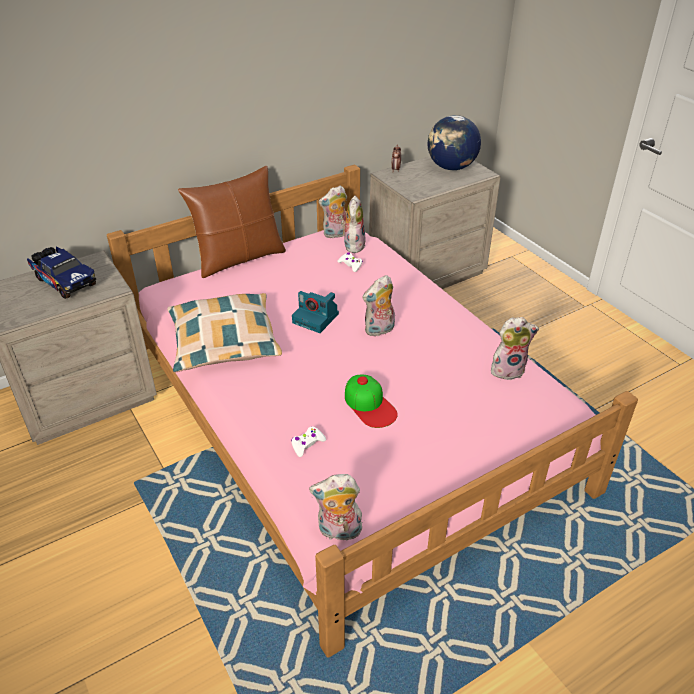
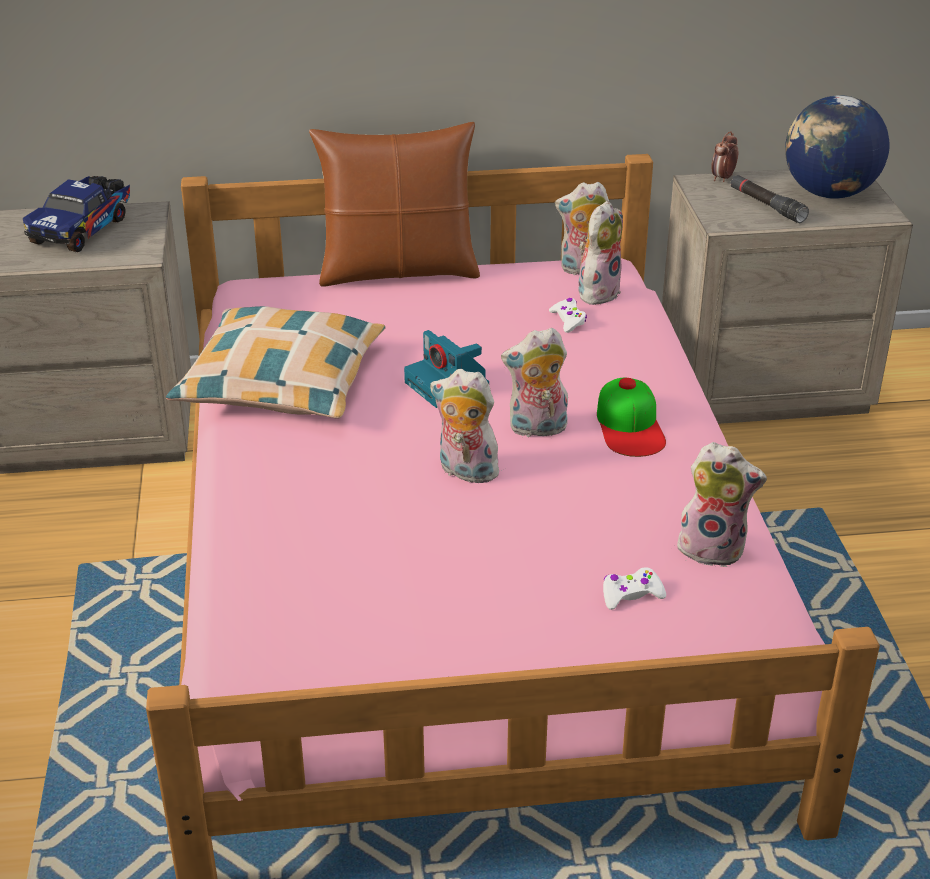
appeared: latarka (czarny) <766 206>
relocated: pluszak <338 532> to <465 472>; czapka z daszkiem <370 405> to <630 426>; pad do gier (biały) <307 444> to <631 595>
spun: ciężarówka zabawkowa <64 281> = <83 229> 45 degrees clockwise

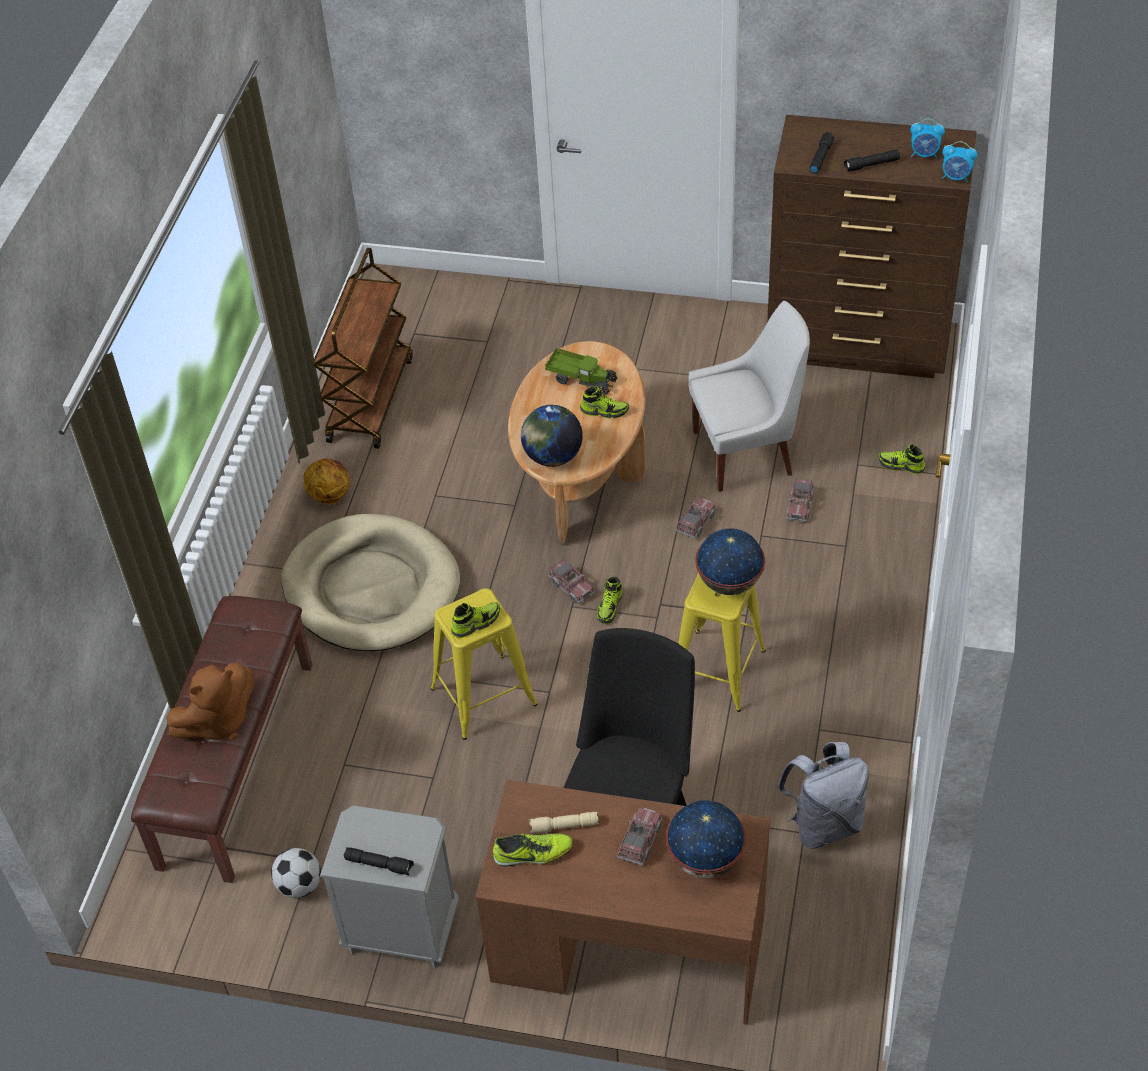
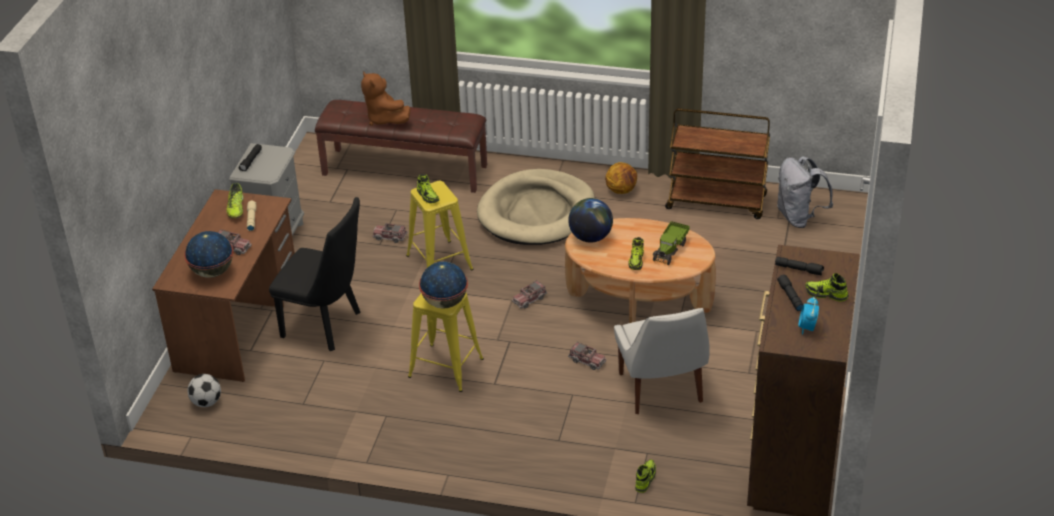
missing: budzik <956 177>
relocated: piłka futbolowa <300 885> to <206 403>; ciężarówka zabawkowa <800 506> to <390 237>; plecak (szary) <823 823> to <799 217>; but <610 607> to <826 294>

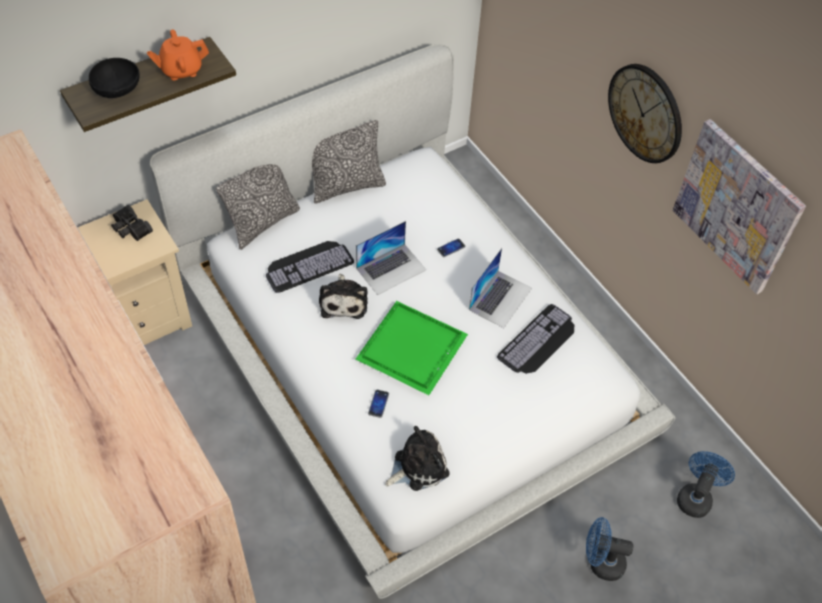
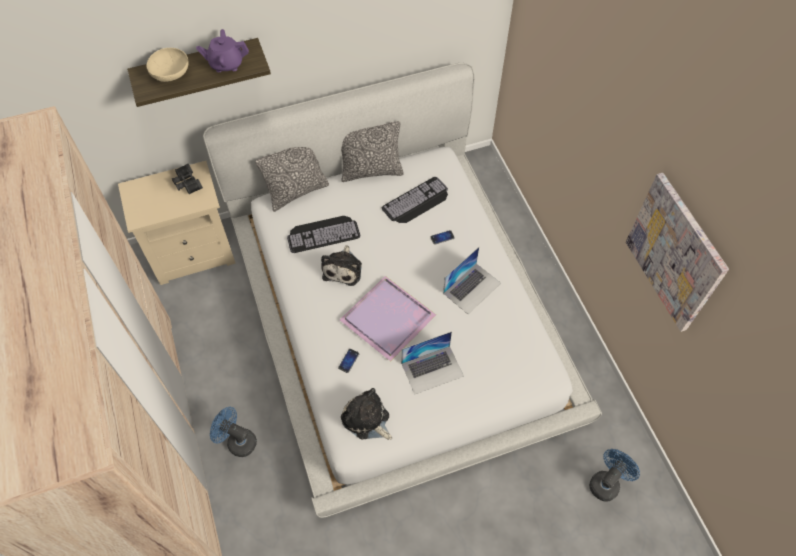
missing: zegar ścienny <645 113>
relocated: wentylator (niebieski) <601 563> to <237 441>; klawiatura <539 342> to <417 202>; laptop <391 269> to <432 369>
colour: miska (czarny) <118 90> to miska (beżowy) <171 75>; imbryk (pomarańczowy) <181 70> to imbryk (fioletowy) <226 64>; taca (zielony) <412 350> to taca (fioletowy) <388 320>
spun: pluszak <417 466> = <367 419> 120 degrees counterclockwise

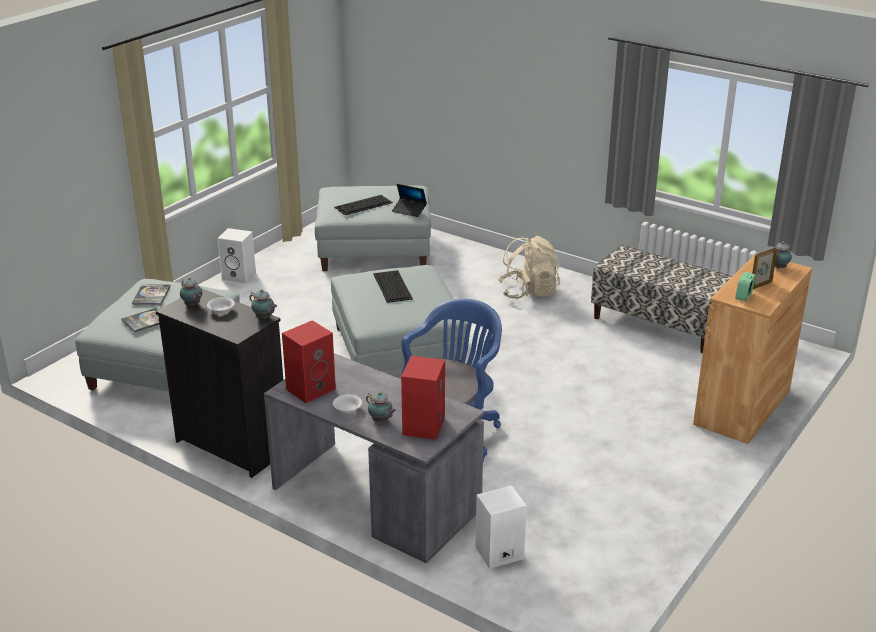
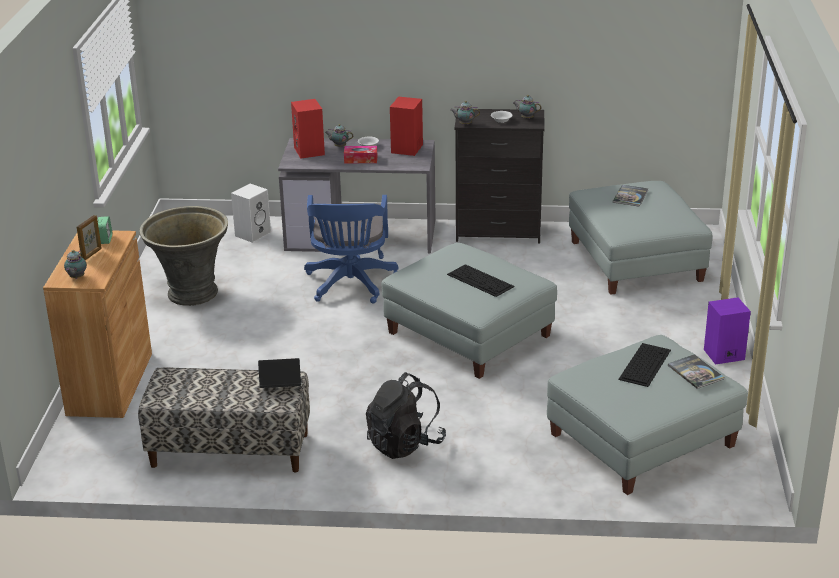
appeared: donica (szary) <191 293>; pudełko chusteczek <360 159>
relocated: laptop <409 210> to <280 387>; książka <151 295> to <695 372>
colour: plecak (beżowy) <528 292> to plecak (czarny) <405 444>; głośnik (biały) <240 276> to głośnik (fioletowy) <723 355>

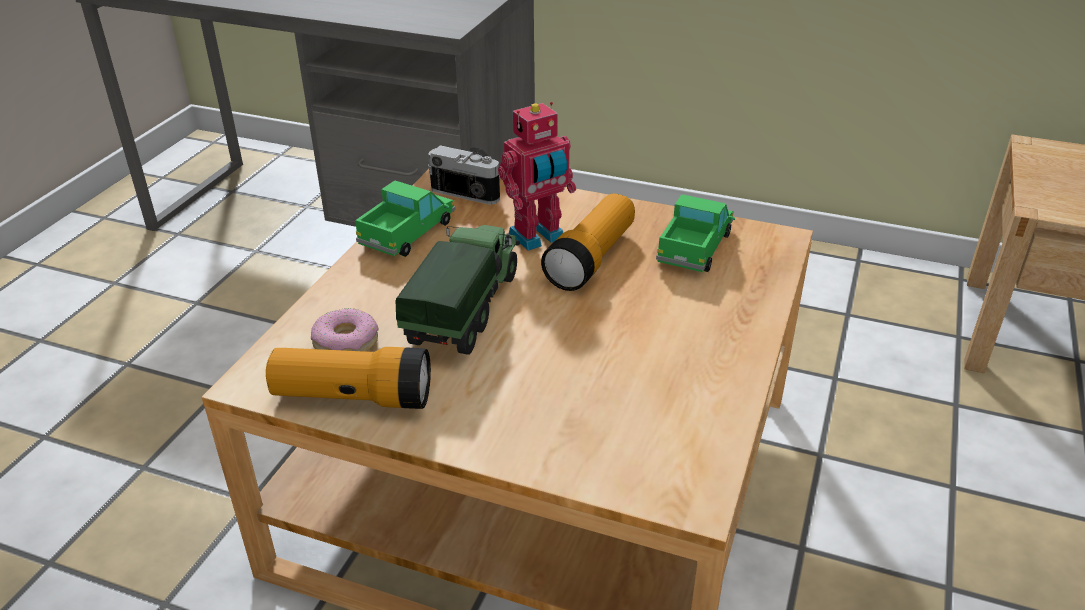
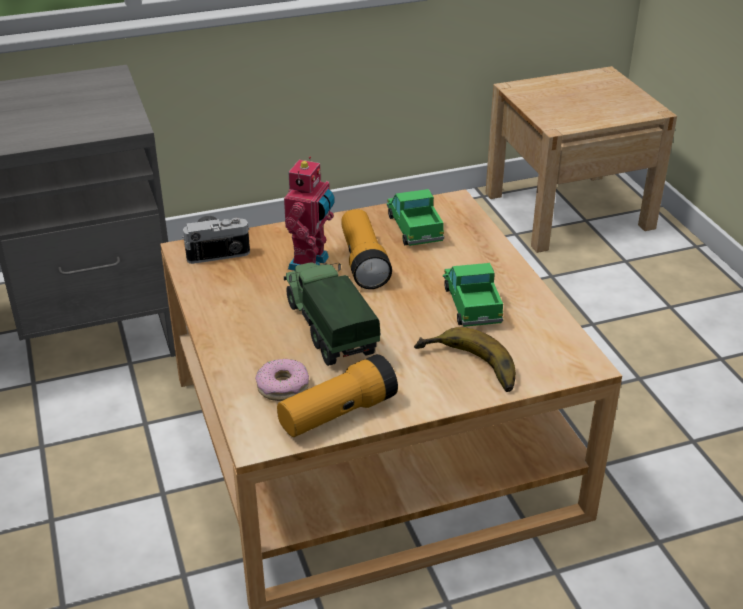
appeared: banan <467 369>
relocated: ciężarówka zabawkowa <408 233> to <471 304>

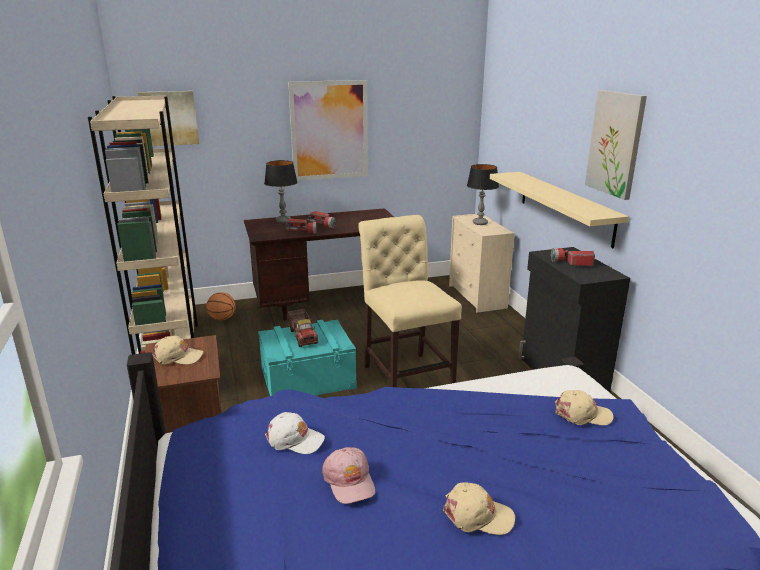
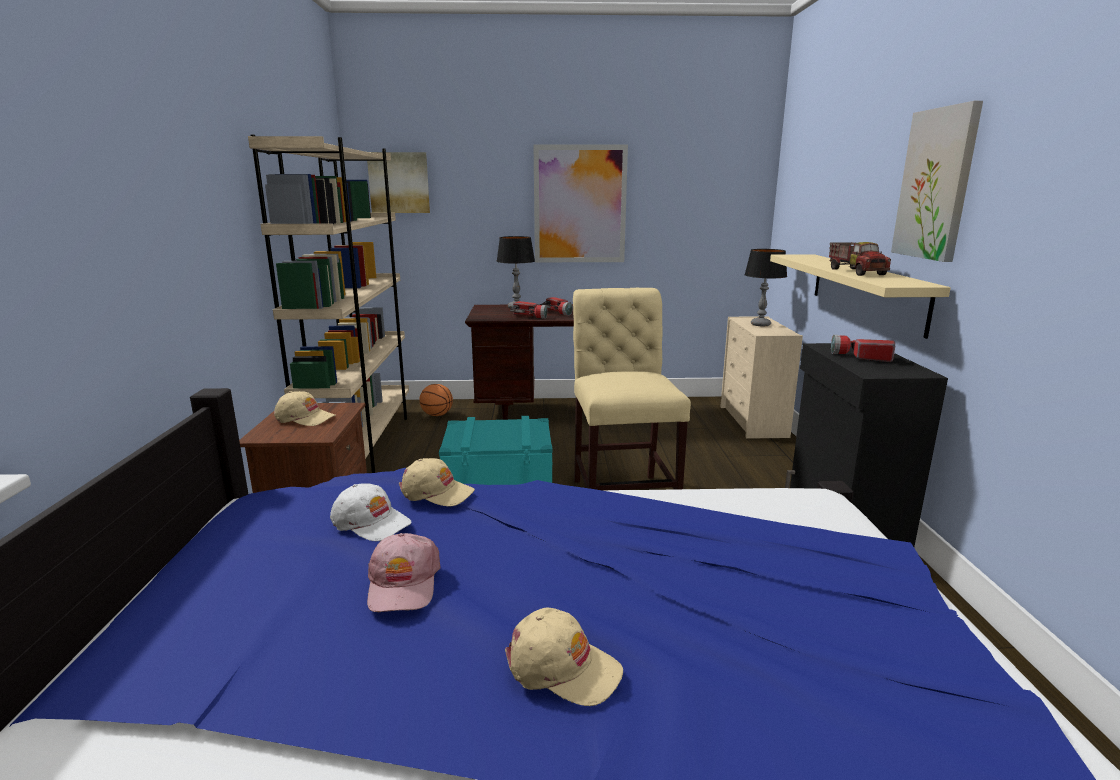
relocated: czapka z daszkiem (beżowy) <582 414> to <436 492>; ciężarówka zabawkowa <303 336> to <856 272>

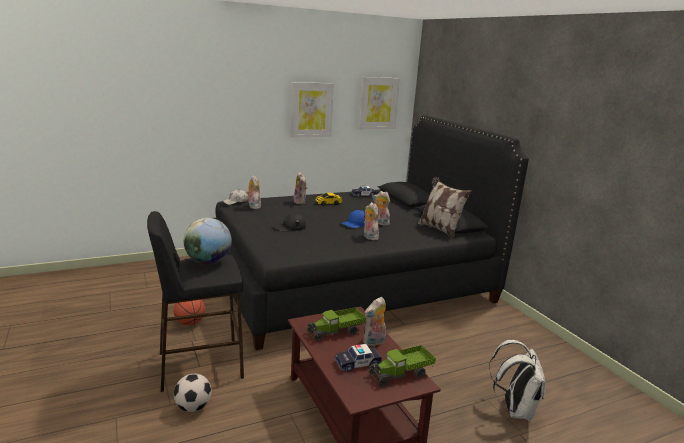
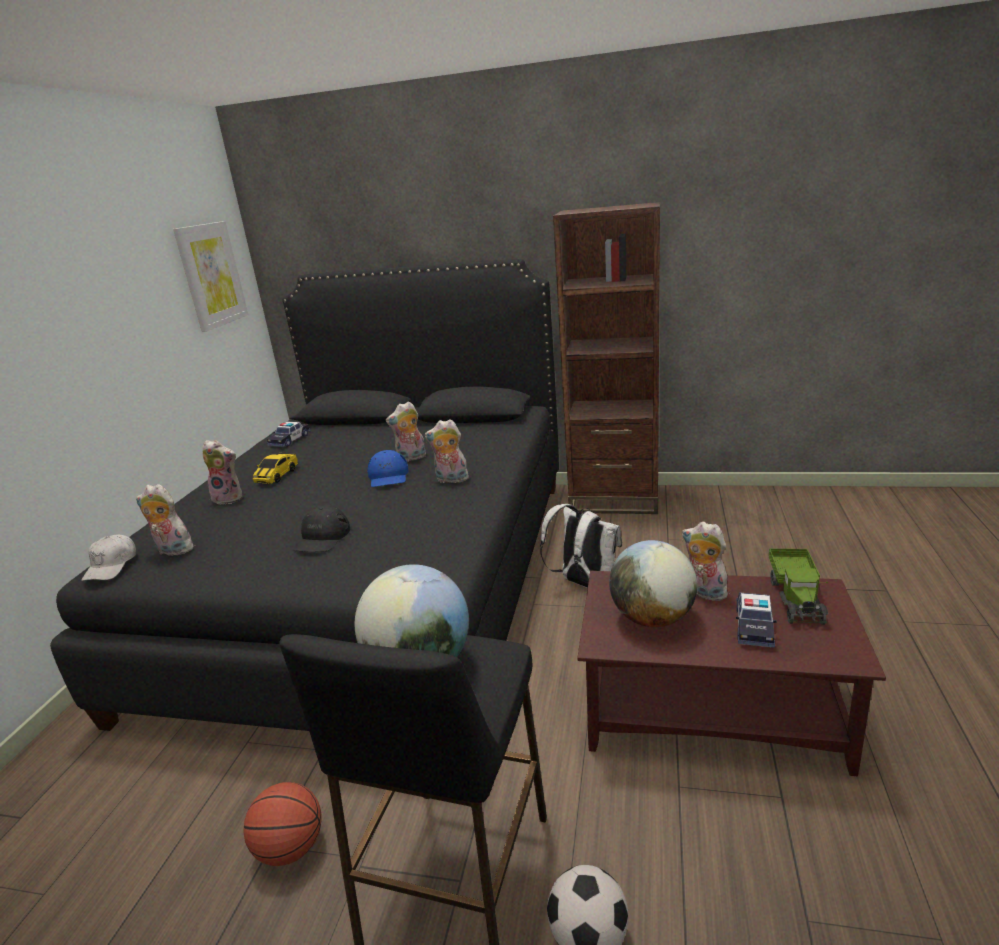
missing: obraz <311 110>; poduszka <439 229>
appeared: regał (brązowy) <614 499>
relocated: plecak (biały) <514 409> to <584 583>
exchanged: ciężarówka zabawkowa <336 332> to globus <652 618>
spun: pluszak <374 342> = <703 592> 135 degrees clockwise

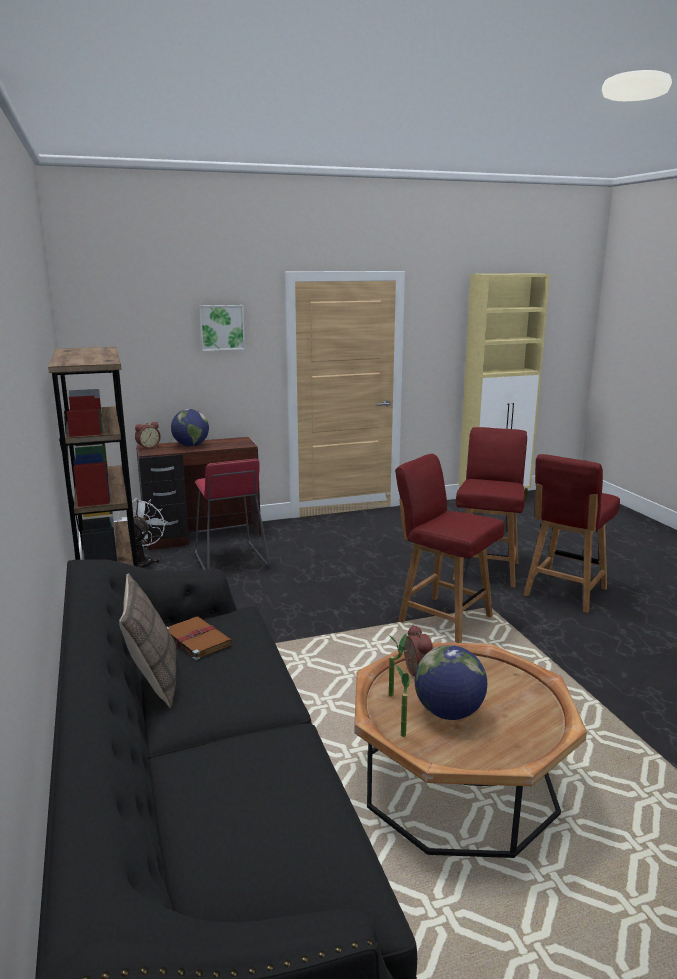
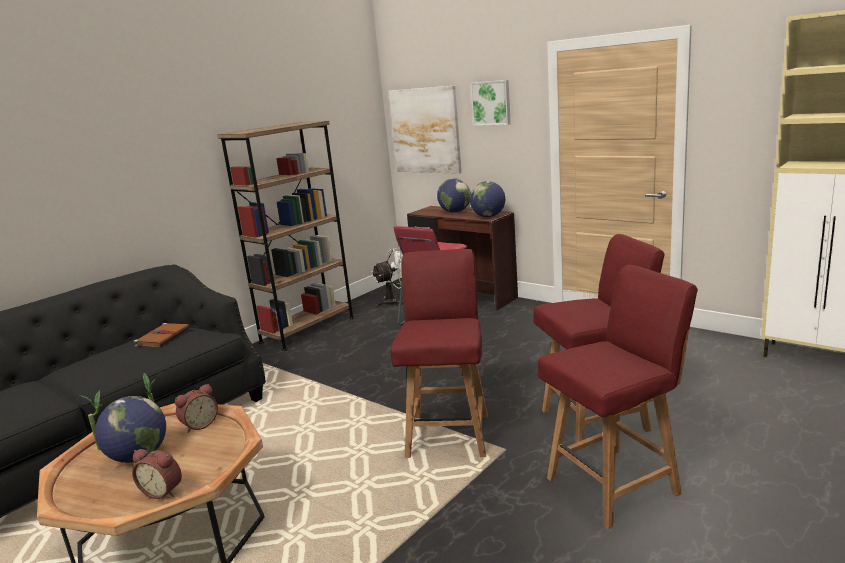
missing: poduszka <153 680>
appeared: obraz <425 130>; globus <488 216>
relocated: budzik <148 447> to <163 490>
spun: krzesło (czerwony) <564 592> = <615 485> 150 degrees clockwise

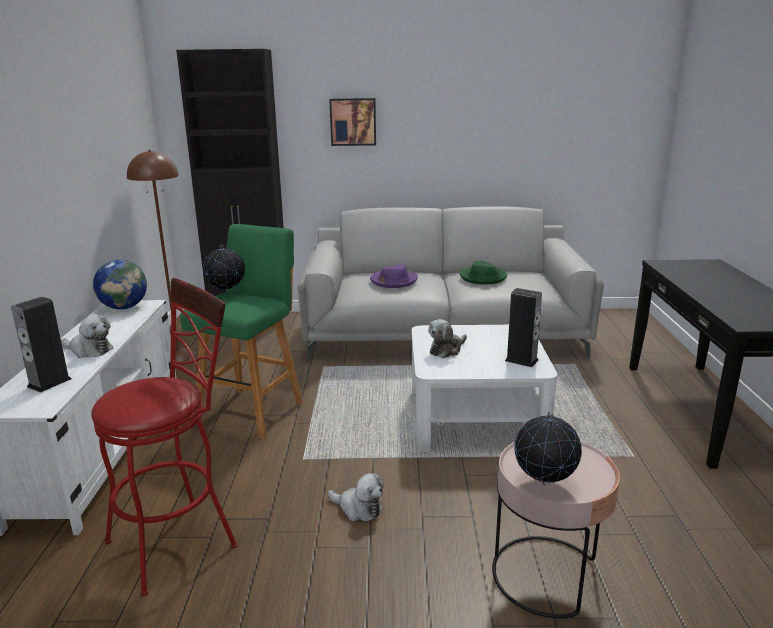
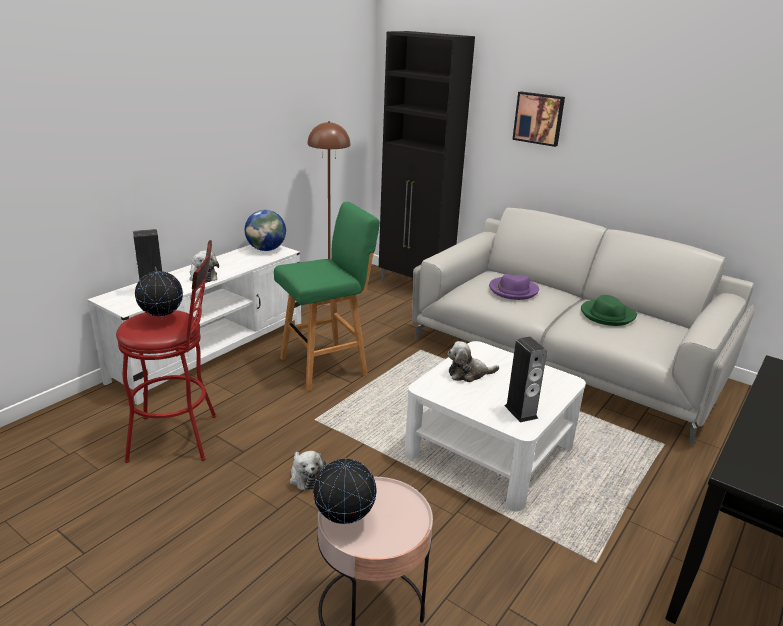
relocated: globus <226 293> to <162 319>

